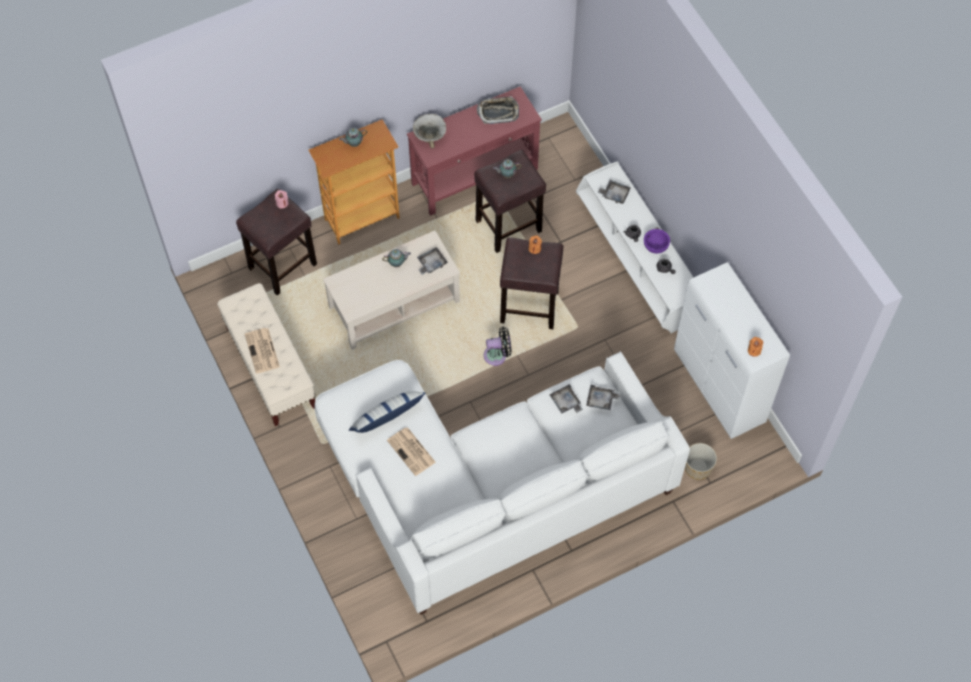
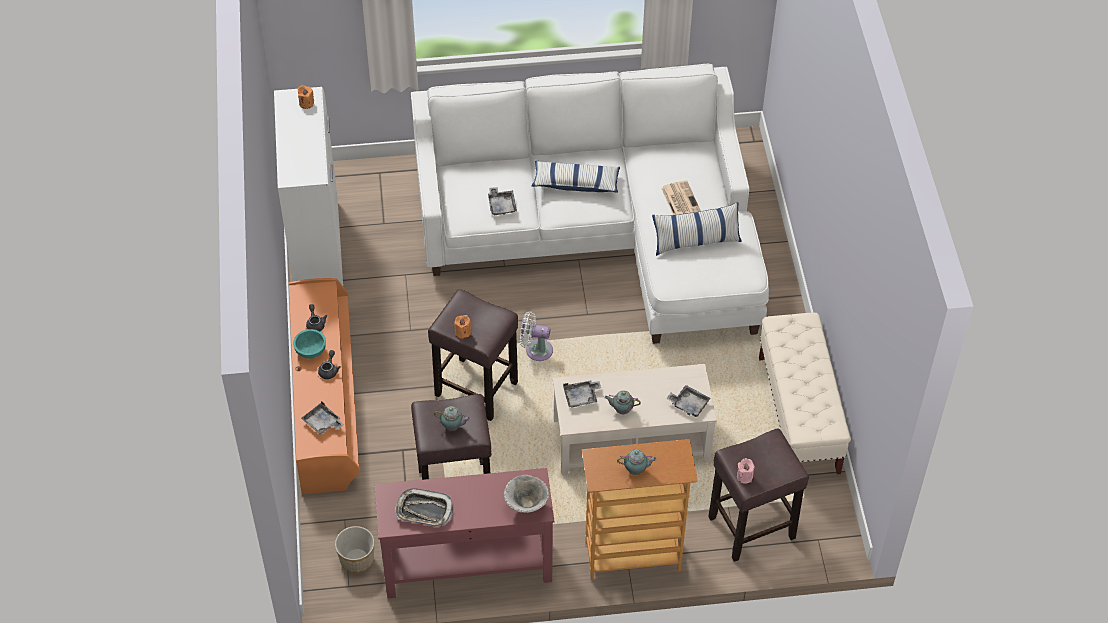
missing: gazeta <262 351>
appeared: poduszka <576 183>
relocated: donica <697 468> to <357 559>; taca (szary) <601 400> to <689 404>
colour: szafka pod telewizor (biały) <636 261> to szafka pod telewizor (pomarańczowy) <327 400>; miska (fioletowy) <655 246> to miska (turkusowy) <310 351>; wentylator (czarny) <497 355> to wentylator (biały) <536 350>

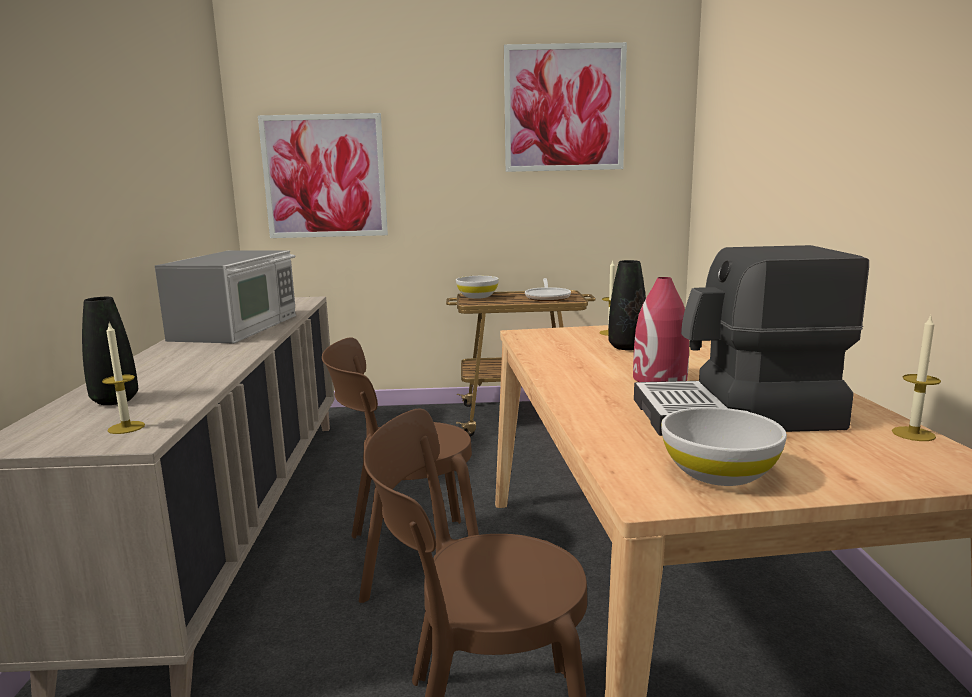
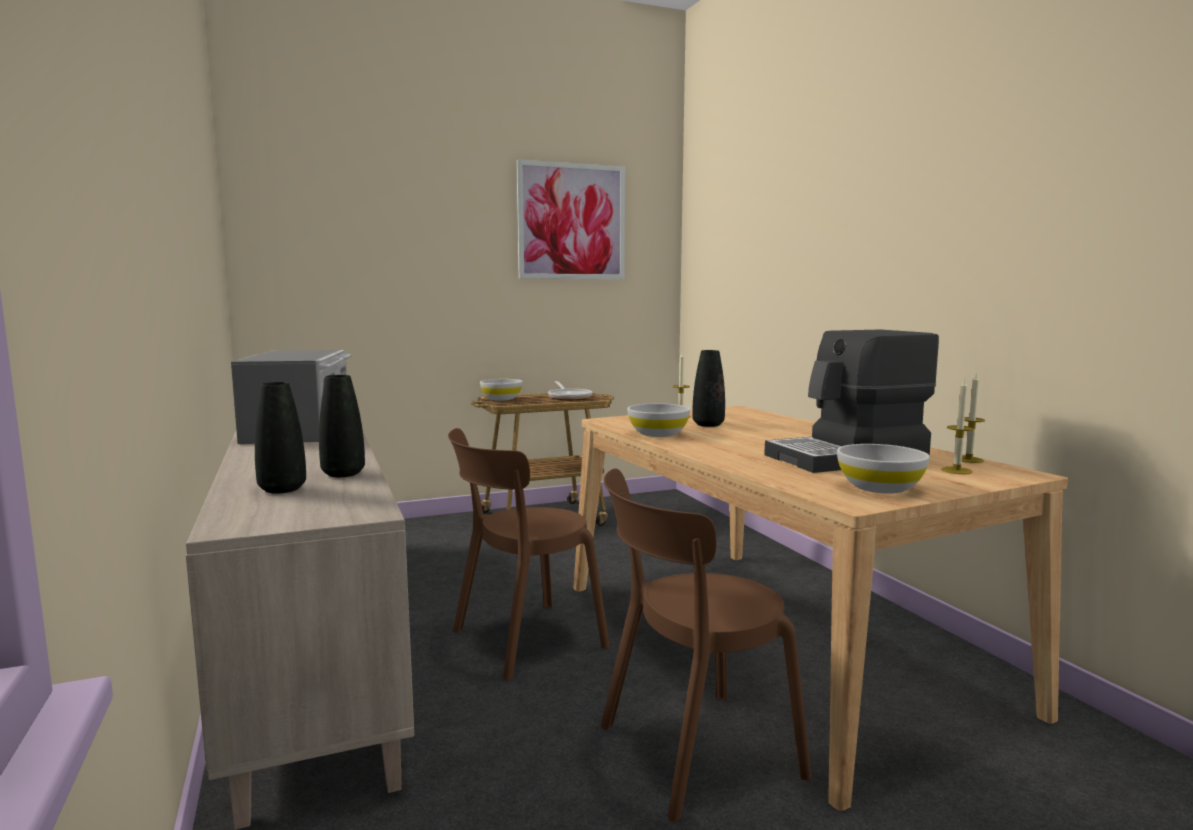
missing: obraz <324 176>; wazon (czerwony) <659 379>
appeared: wazon (czarny) <343 474>; miska (biały) <658 434>
relocated: świeca <126 427> to <956 470>

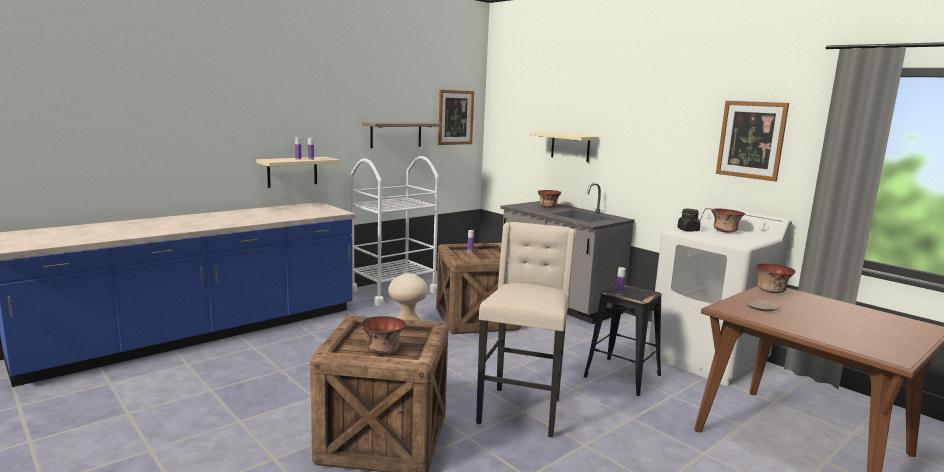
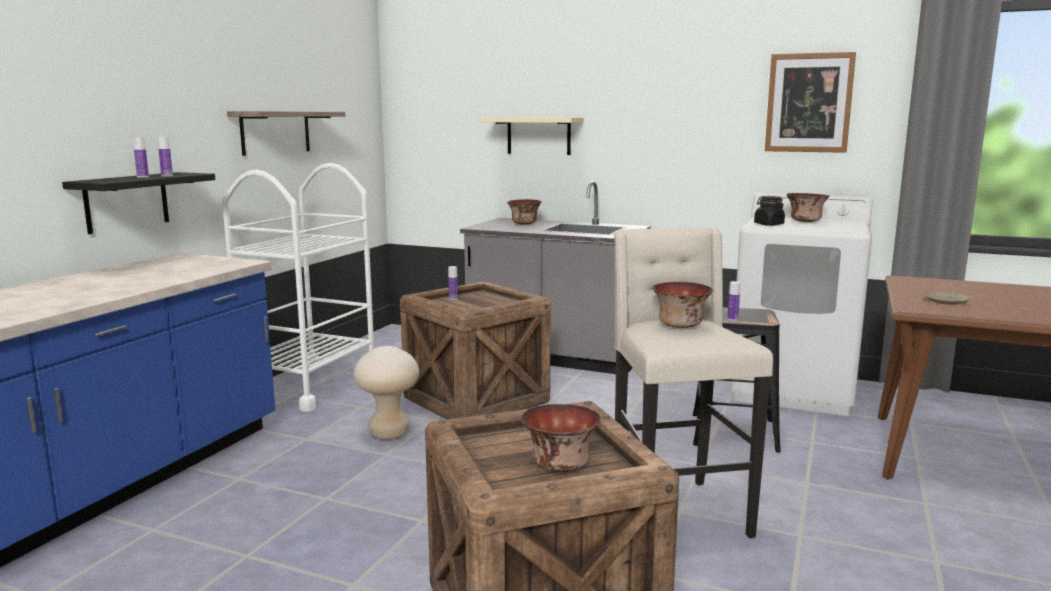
missing: obraz <455 117>
relocated: miska <771 291> to <680 325>
colour: półka (beżowy) <292 171> to półka (czarny) <127 202>

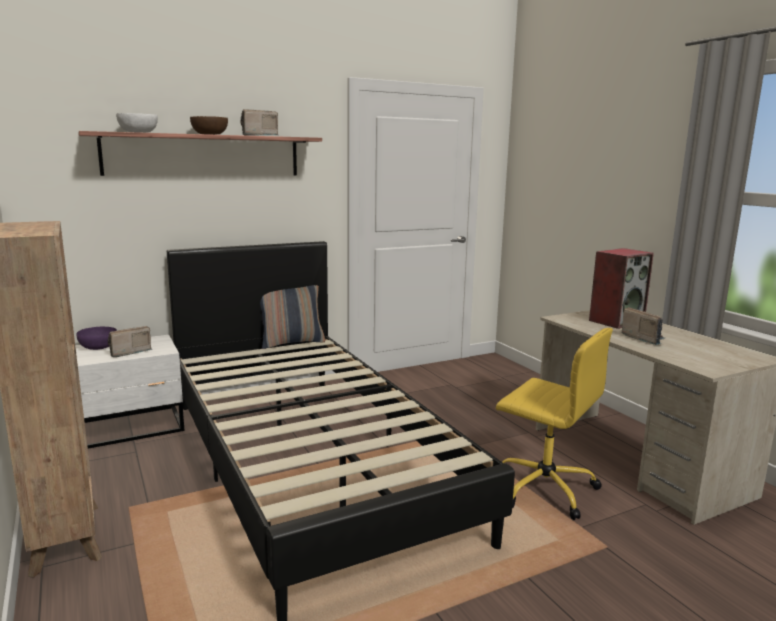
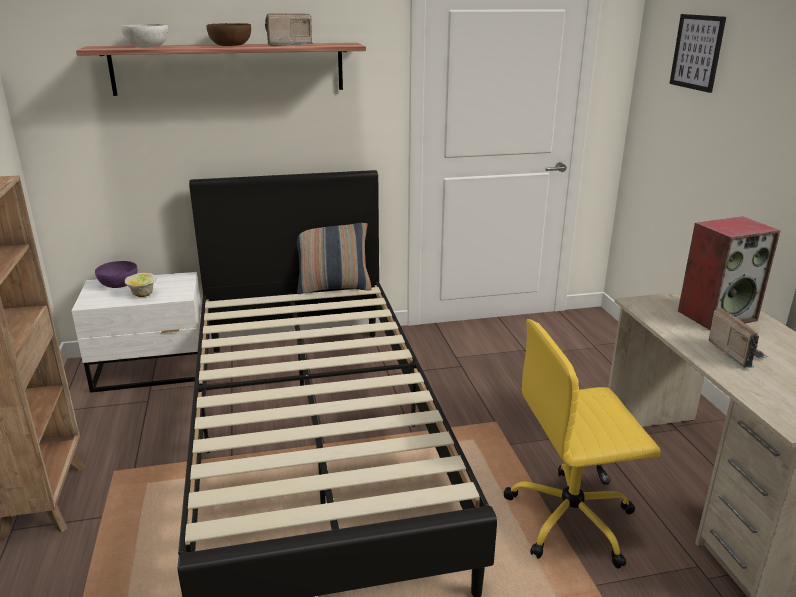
appeared: obraz <697 52>
exchanged: radio <128 352> to miska <143 294>
spun: krzesło biurowe (żółty) <543 488> = <572 519> 120 degrees clockwise

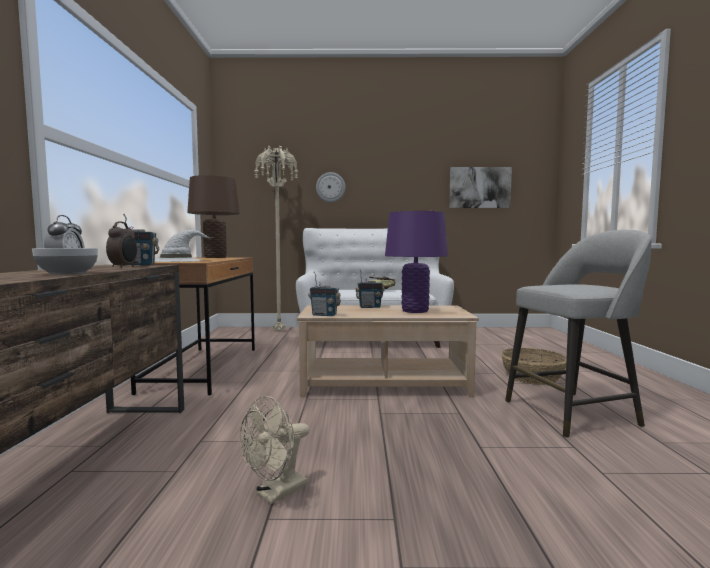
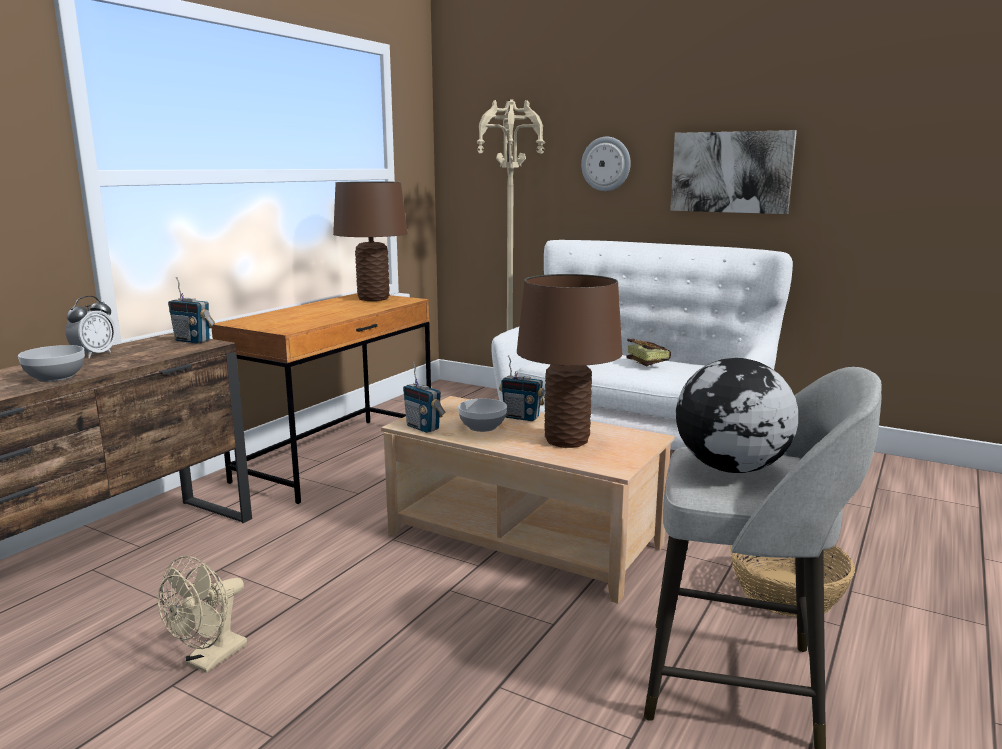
missing: budzik <124 267>; kapelusz (biały) <177 261>
appeared: miska <482 426>; globus <730 469>
relocated: obraz <479 187> to <731 172>
colour: lampa stołowa (fioletowy) <415 311> to lampa stołowa (brązowy) <566 441>
spun: wentylator (beżowy) <275 493> = <210 660> 45 degrees counterclockwise

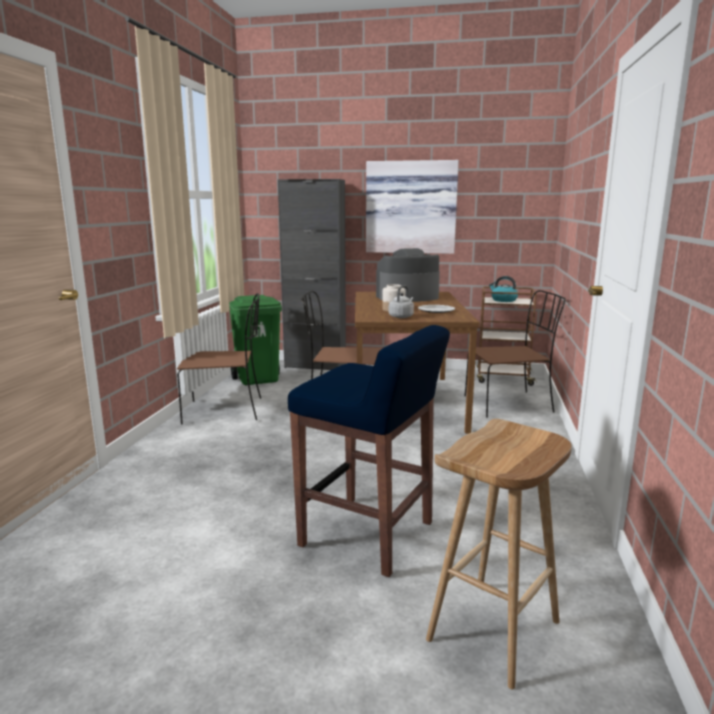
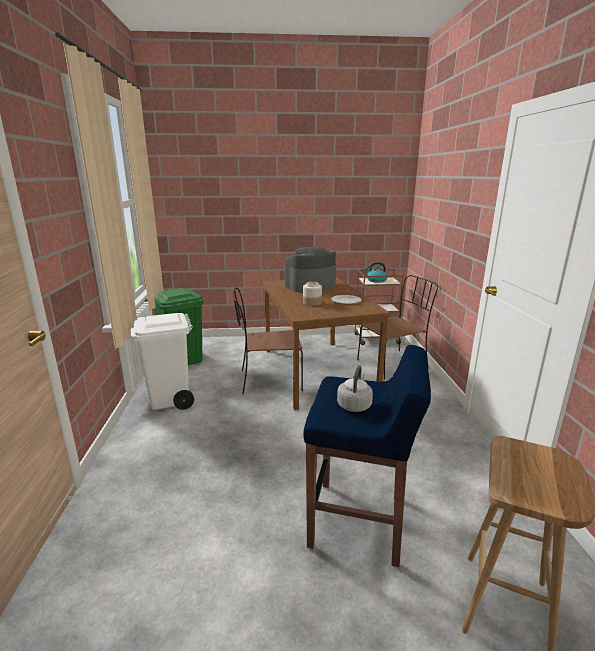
missing: szafka (czarny) <315 366>; obraz <411 207>
relocated: czajnik (szary) <401 316> to <354 405>
exchanged: krzesło (brązowy) <226 410> to kosz na śmieci (biały) <170 399>

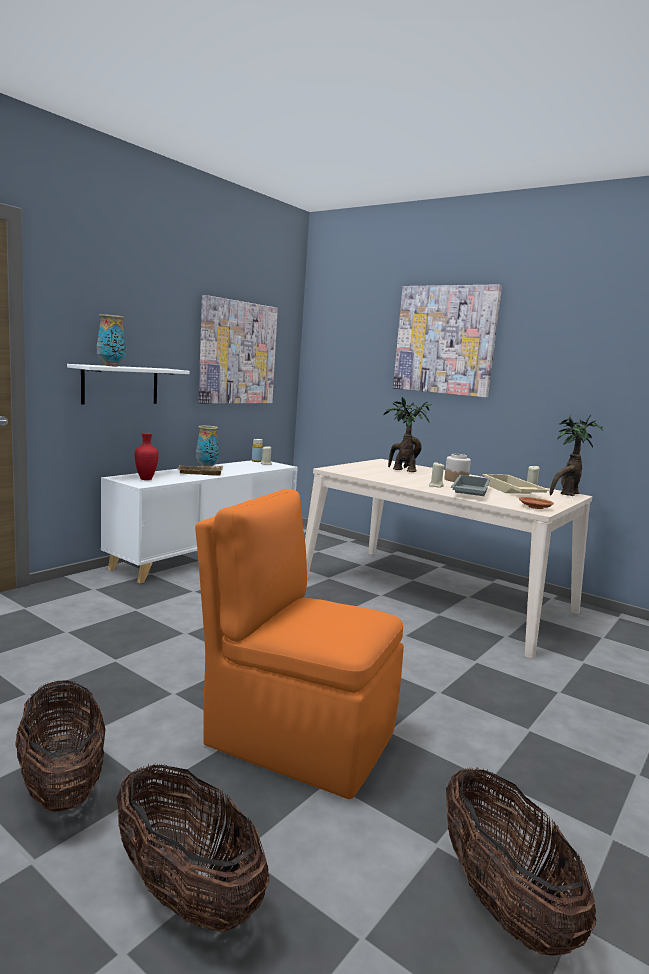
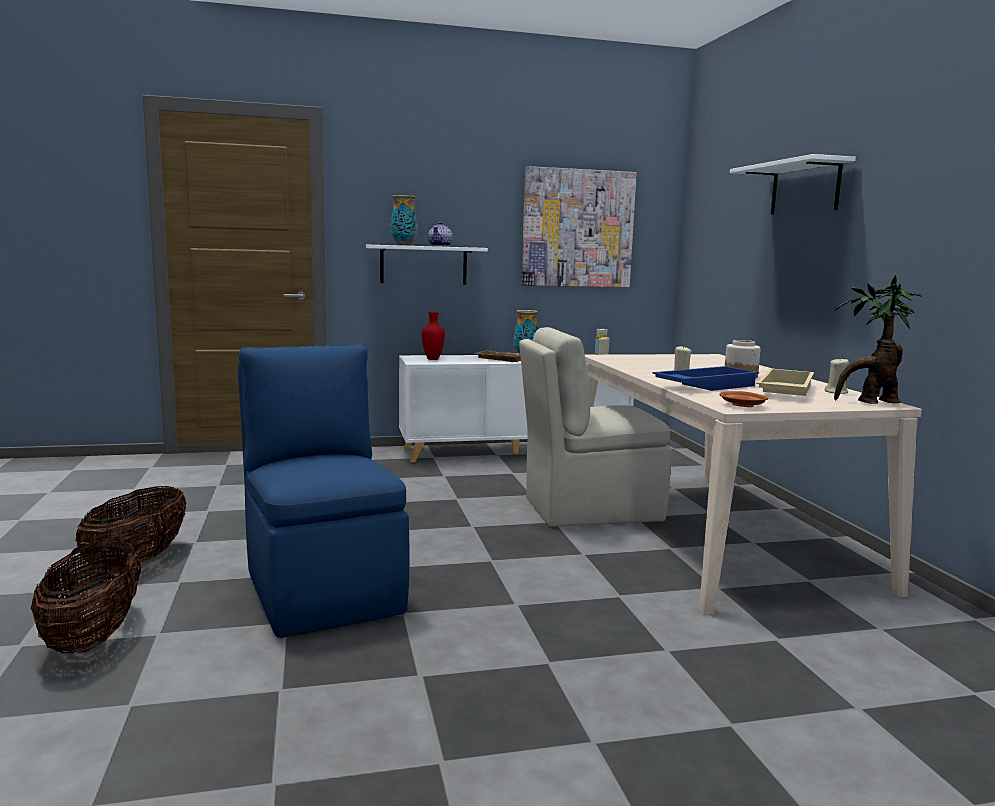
missing: roślina doniczkowa <402 470>; koszyk <503 902>
appeared: imbryk <440 246>; krzesło (beżowy) <588 509>
exchanged: obraz <445 340> to półka (biały) <805 188>
colour: krzesło (pomarańczowy) <297 736> to krzesło (niebieski) <323 589>; taca (szary) <469 492> to taca (niebieski) <704 386>

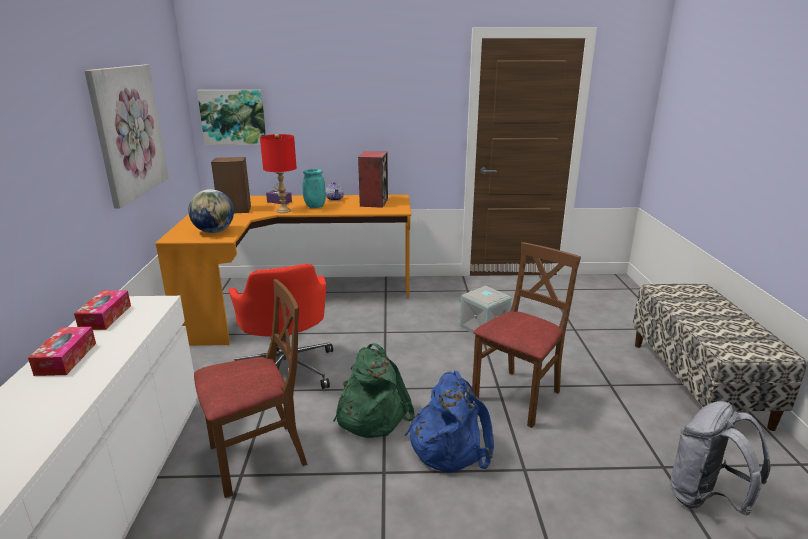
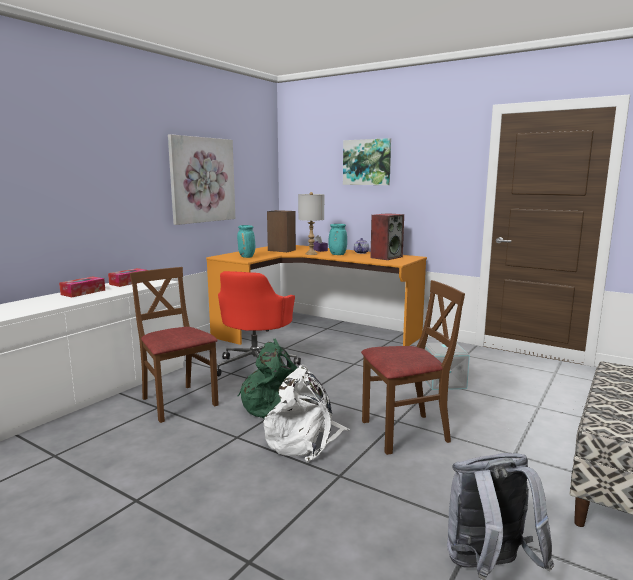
relocated: obraz <233 117> to <367 162>
exchanged: globus <214 231> to wazon (turkusowy) <247 257>
colour: plecak (niebieski) <450 444> to plecak (biały) <304 440>; lampa stołowa (czerwony) <283 211> to lampa stołowa (szary) <311 254>
spun: krzesło (brązowy) <258 457> = <178 402> 135 degrees counterclockwise

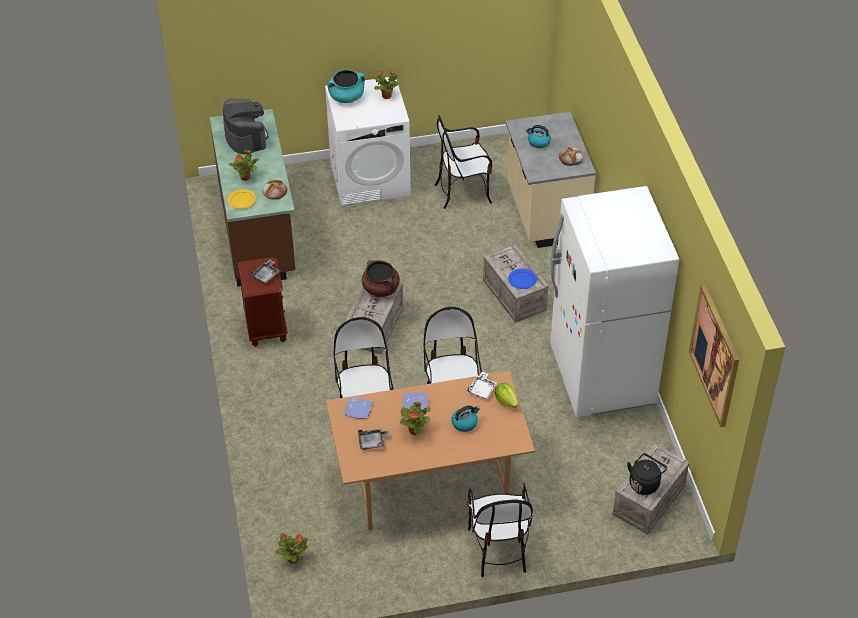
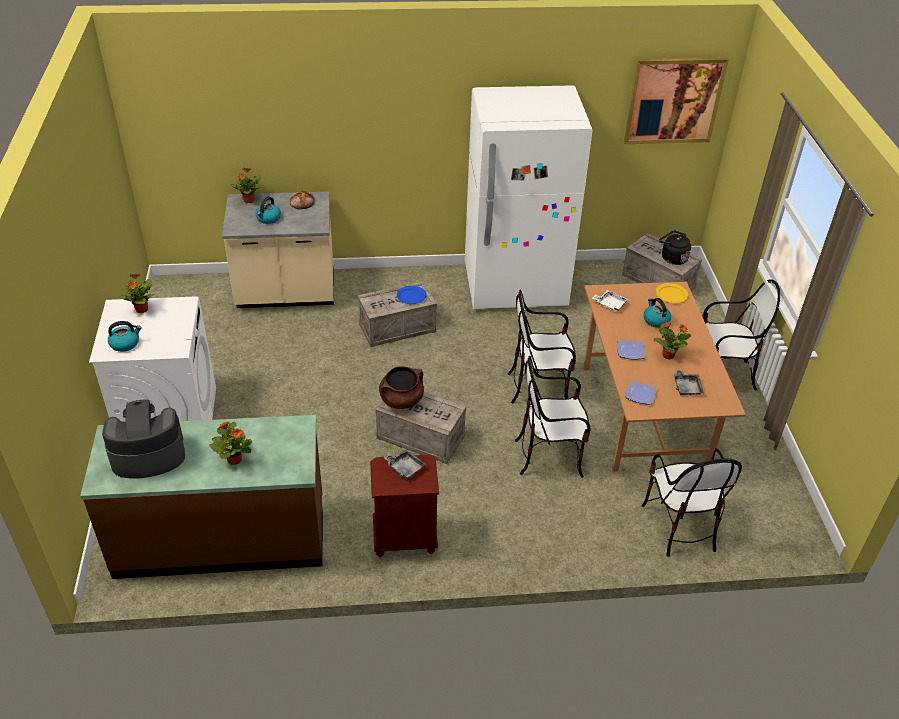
missing: chleb <274 191>; sałata <506 401>
relocated: roślina doniczkowa <293 558> to <248 200>; krzesło <463 191> to <679 526>; talerz (żółty) <242 200> to <671 294>
exchanged: garnek (turkusowy) <346 97> to czajnik <125 343>

